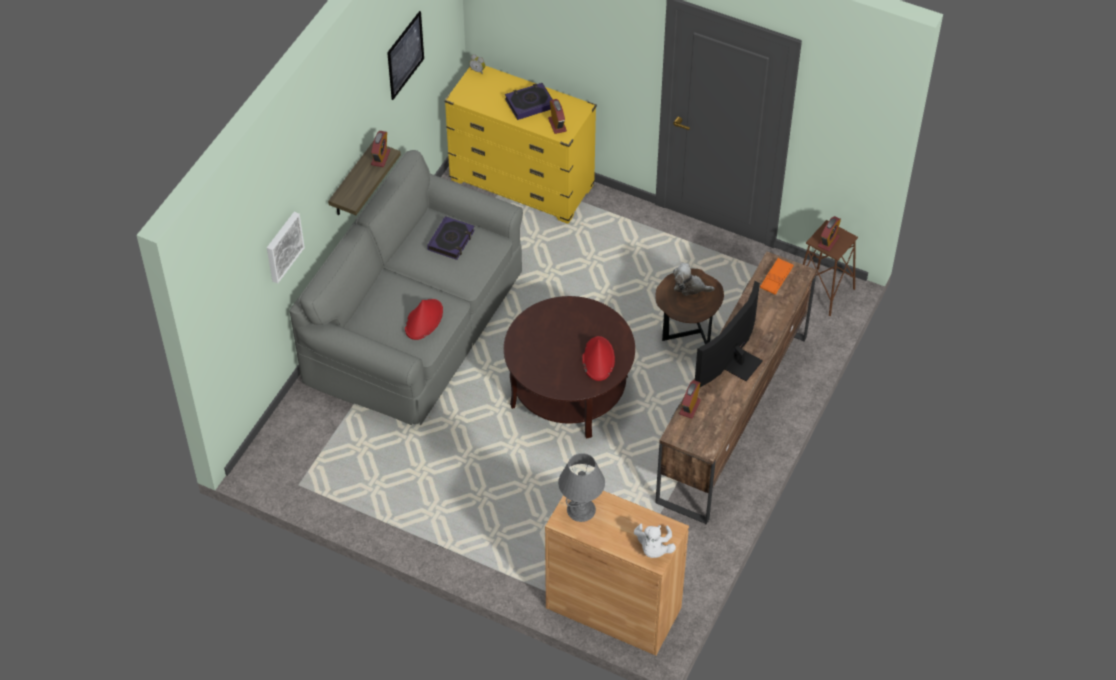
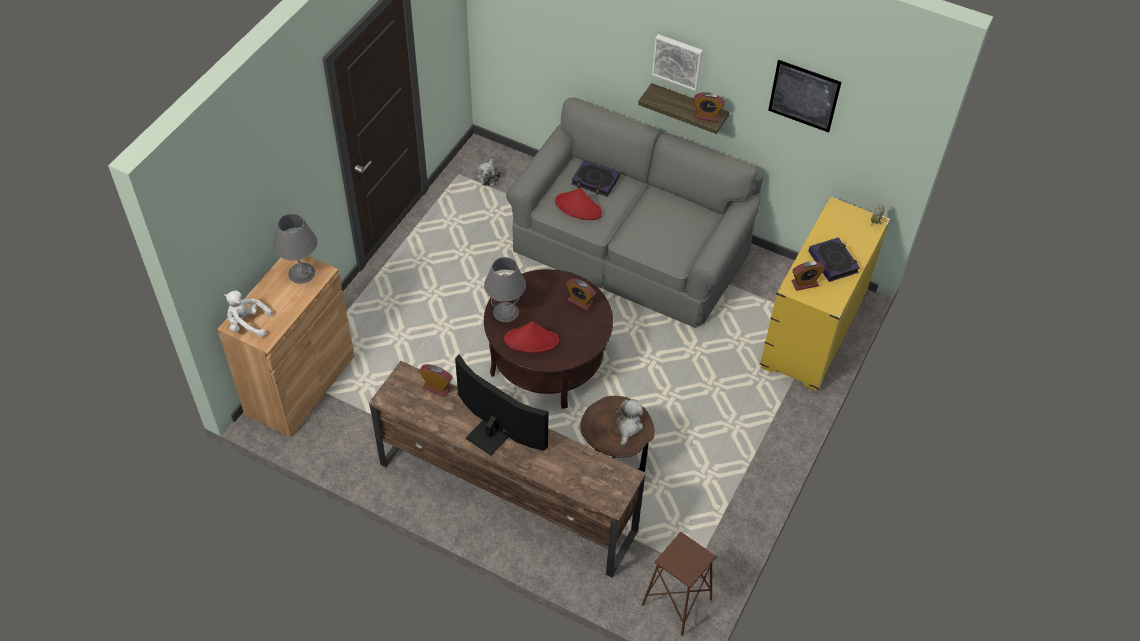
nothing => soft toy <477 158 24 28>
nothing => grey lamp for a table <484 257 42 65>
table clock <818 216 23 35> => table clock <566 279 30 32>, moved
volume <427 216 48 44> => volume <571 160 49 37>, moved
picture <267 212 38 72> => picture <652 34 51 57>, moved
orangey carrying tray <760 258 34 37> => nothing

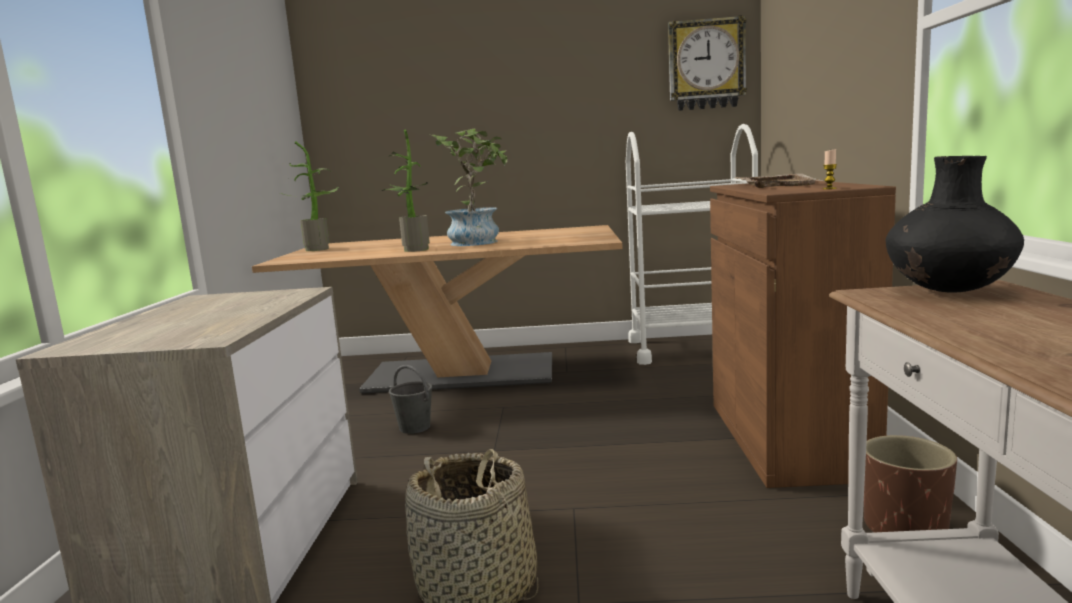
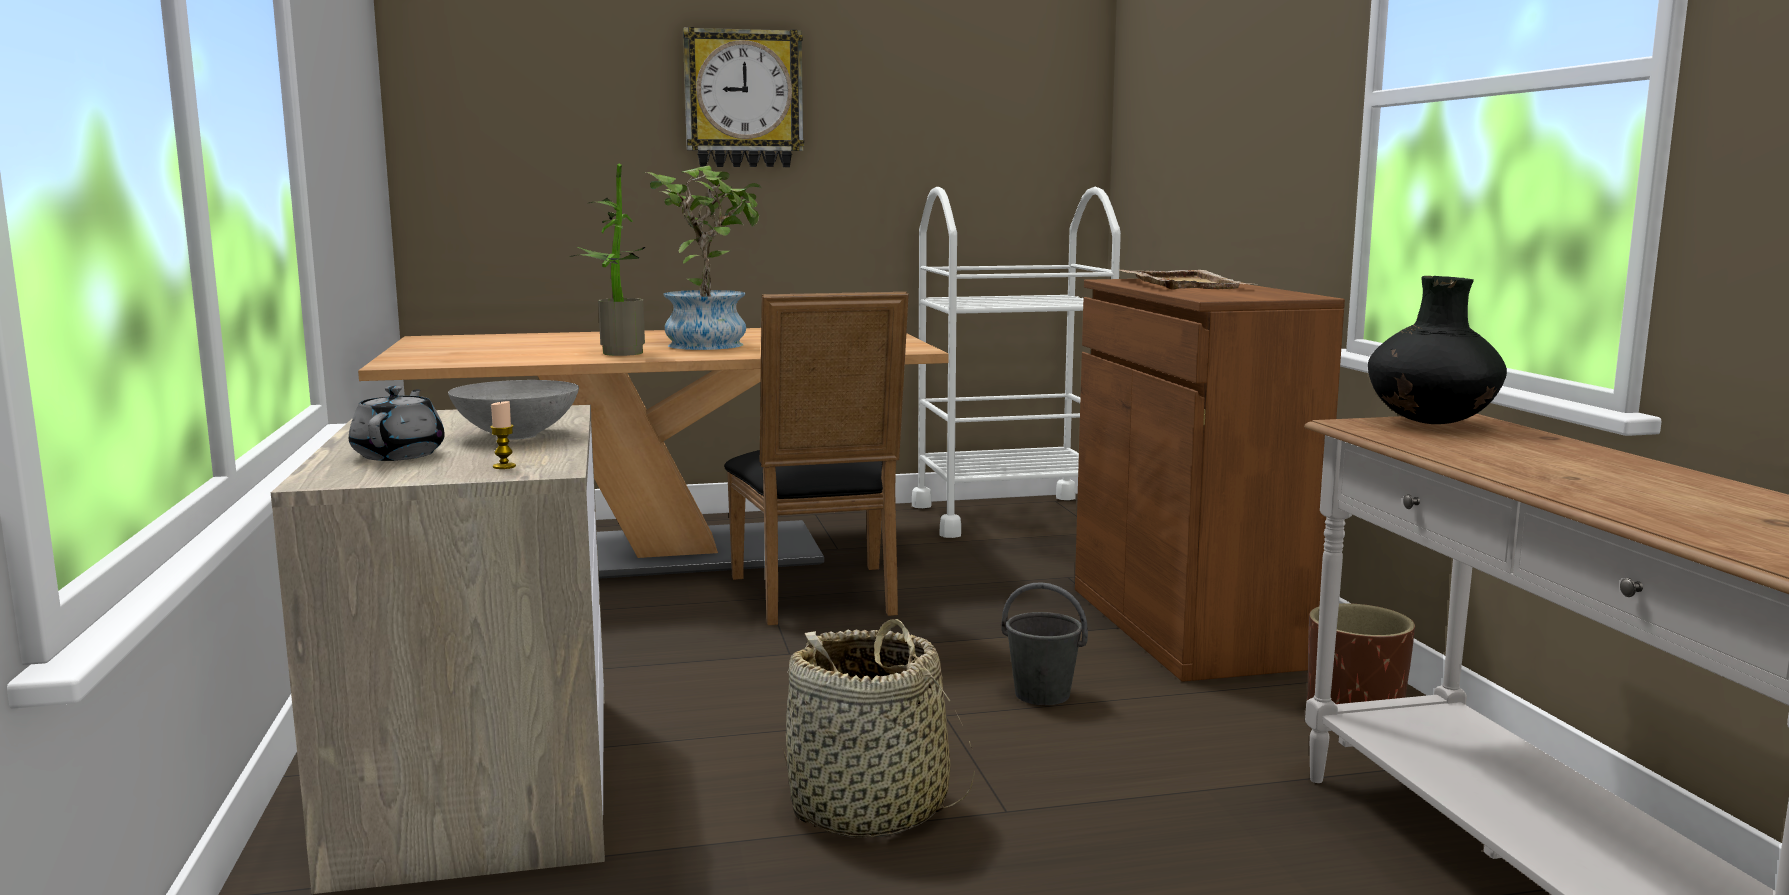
nothing => grey teapot <349 386 96 75>
nothing => grey serving bowl <448 380 131 60>
wax light <823 149 14 40> => wax light <490 401 26 68>, moved
clock on the wall <668 15 79 96> => clock on the wall <683 27 121 140>, moved
nothing => blackish chair <724 292 185 333>
grey pail <389 365 43 69> => grey pail <1002 582 86 123>, moved
plant in a pot <280 142 59 109> => nothing

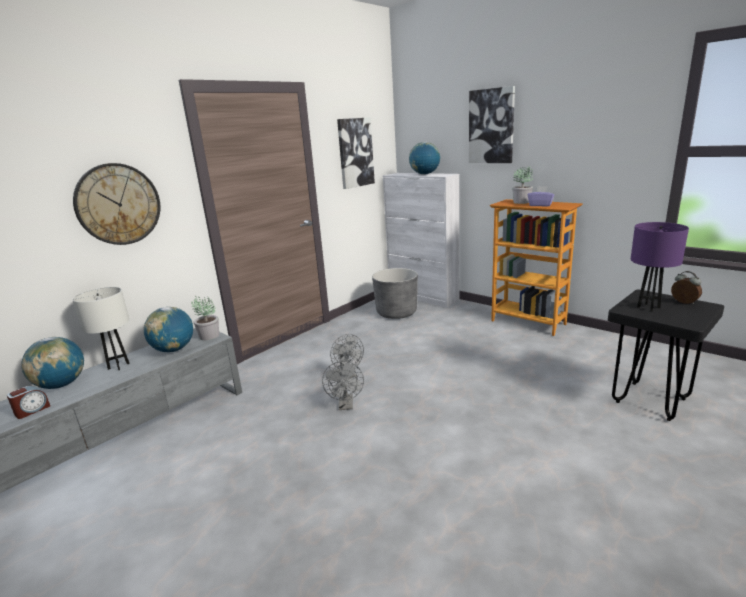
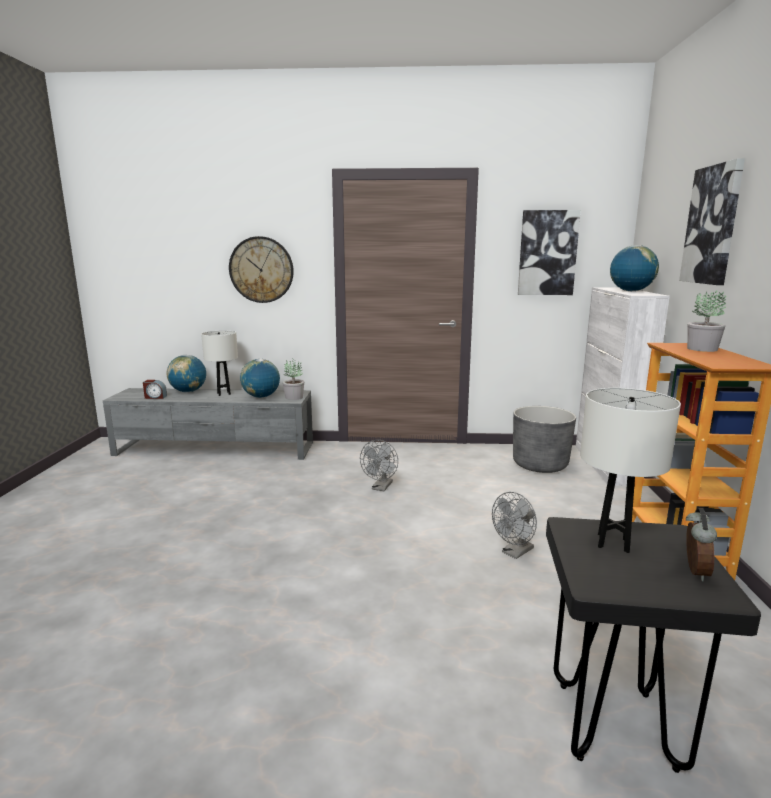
grey cooling fan <322 361 42 49> => grey cooling fan <492 492 45 67>, moved
purple-coloured lamp for a table <631 222 58 90> => white-coloured lamp for a table <580 388 101 165>
purple-coloured tissue box <528 186 27 21> => nothing

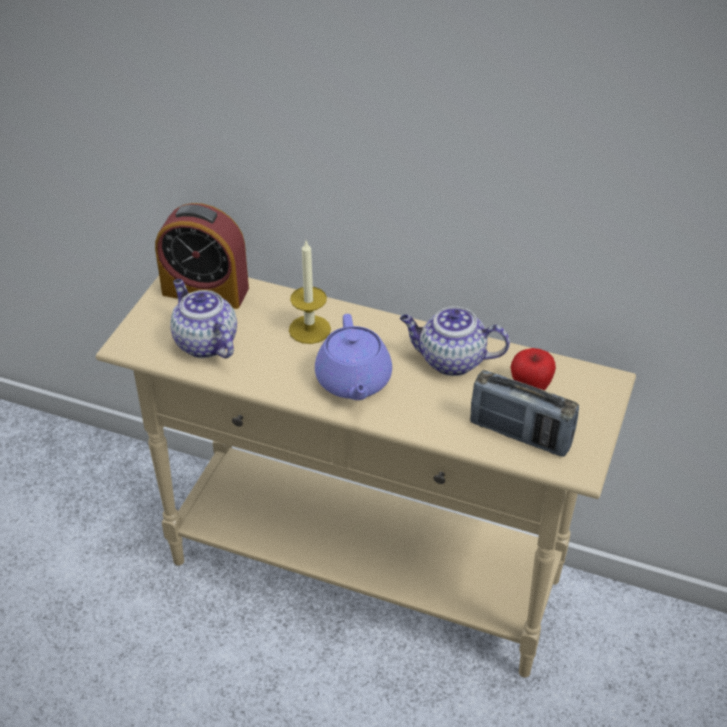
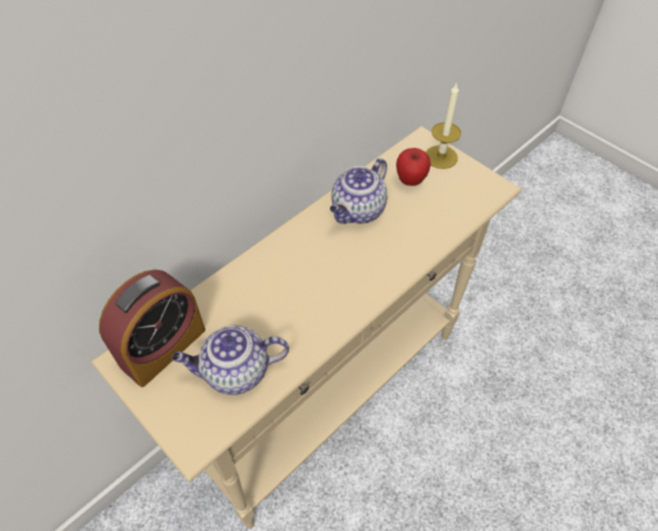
wax light <289 241 42 103> => wax light <426 82 35 87>, moved
purple-coloured teapot <315 314 77 86> => nothing
radio set <470 370 109 87> => nothing

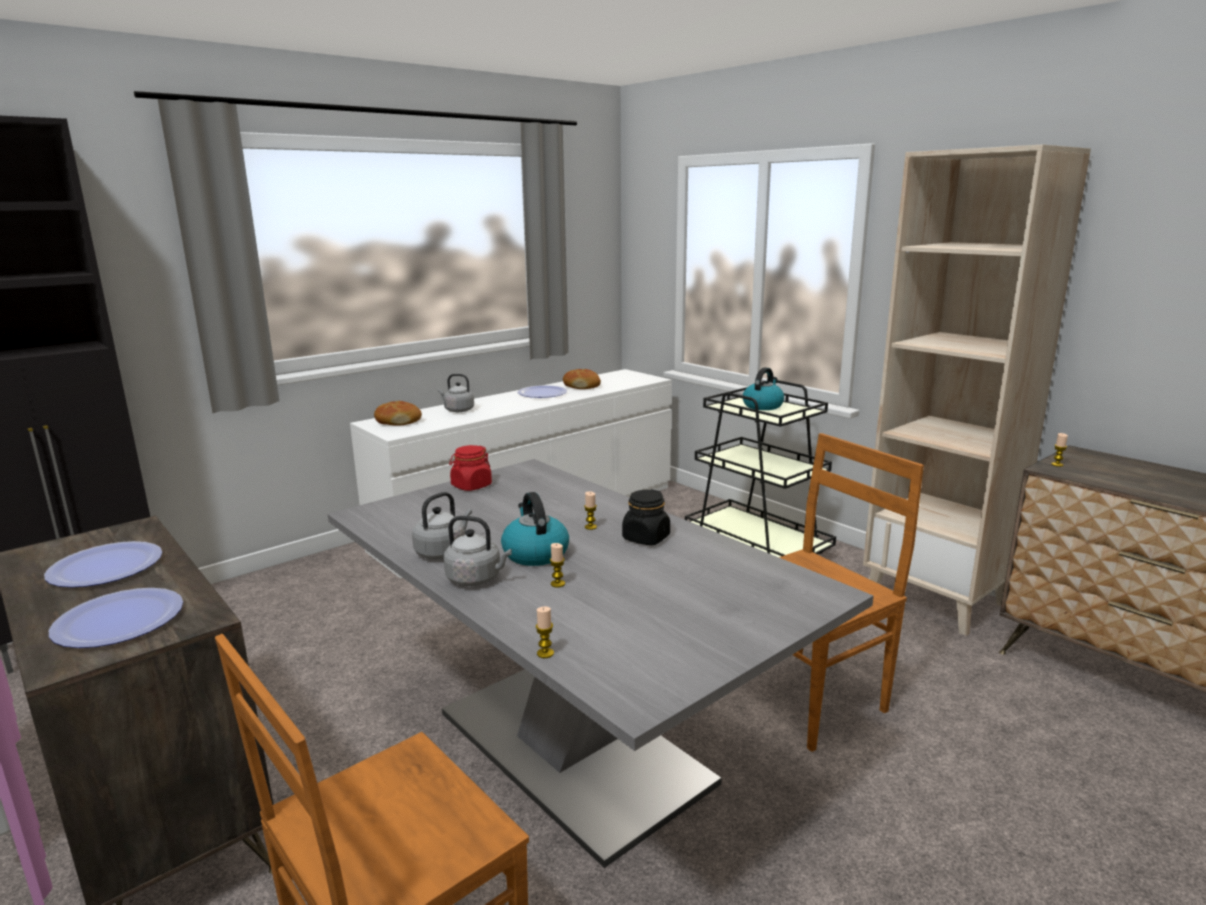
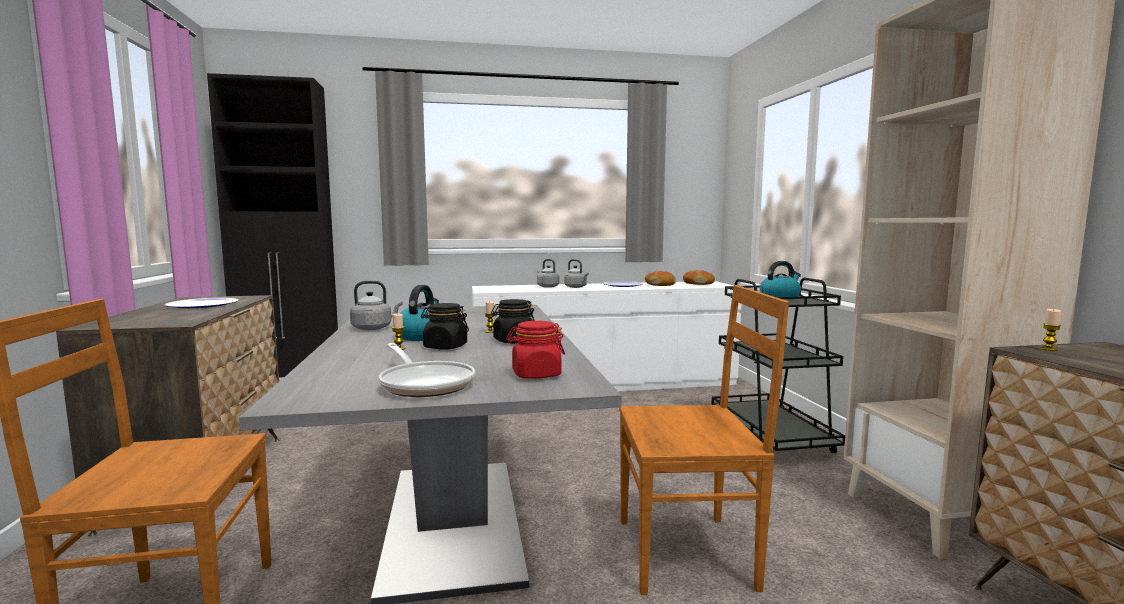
nothing => skillet <379 343 96 54>
nothing => blackish preserve jar <421 303 48 47>
red-coloured preserve jar <449 445 43 46> => red-coloured preserve jar <506 321 59 58>, moved
grey kettle <443 516 69 70> => grey kettle <564 259 25 29>, moved
bread <374 401 48 24> => bread <683 270 32 15>, moved
dinner plate <49 588 134 60> => nothing
wax light <536 607 18 51> => nothing

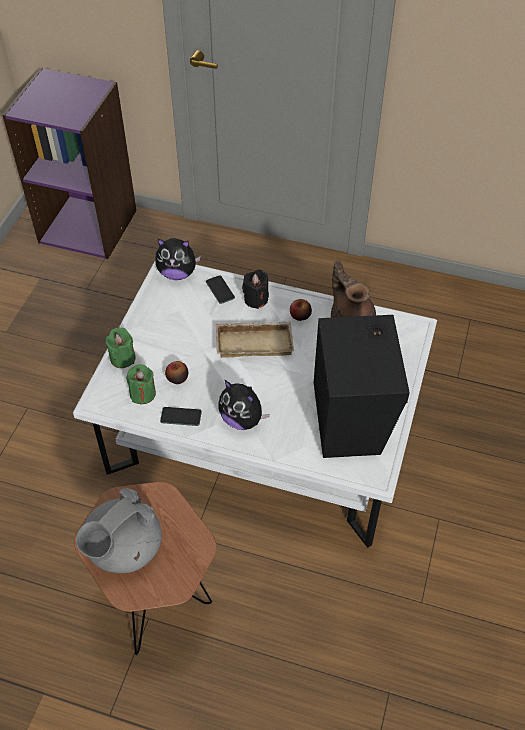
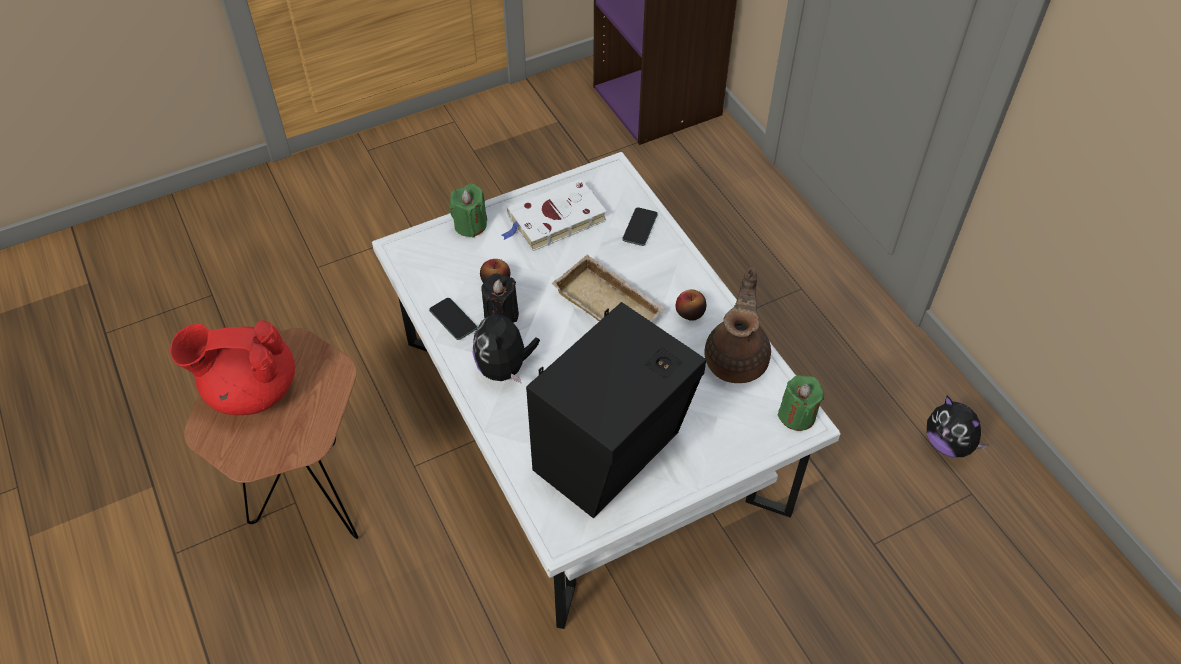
grey teapot <76 488 86 85> => red-coloured teapot <170 320 125 95>
blackish wax light <242 269 27 40> => blackish wax light <482 274 37 49>, moved
nothing => white-coloured volume <501 179 106 72>
greenish wax light <126 364 30 40> => greenish wax light <778 375 46 56>, moved
soft toy <155 238 46 42> => soft toy <927 396 61 61>, moved

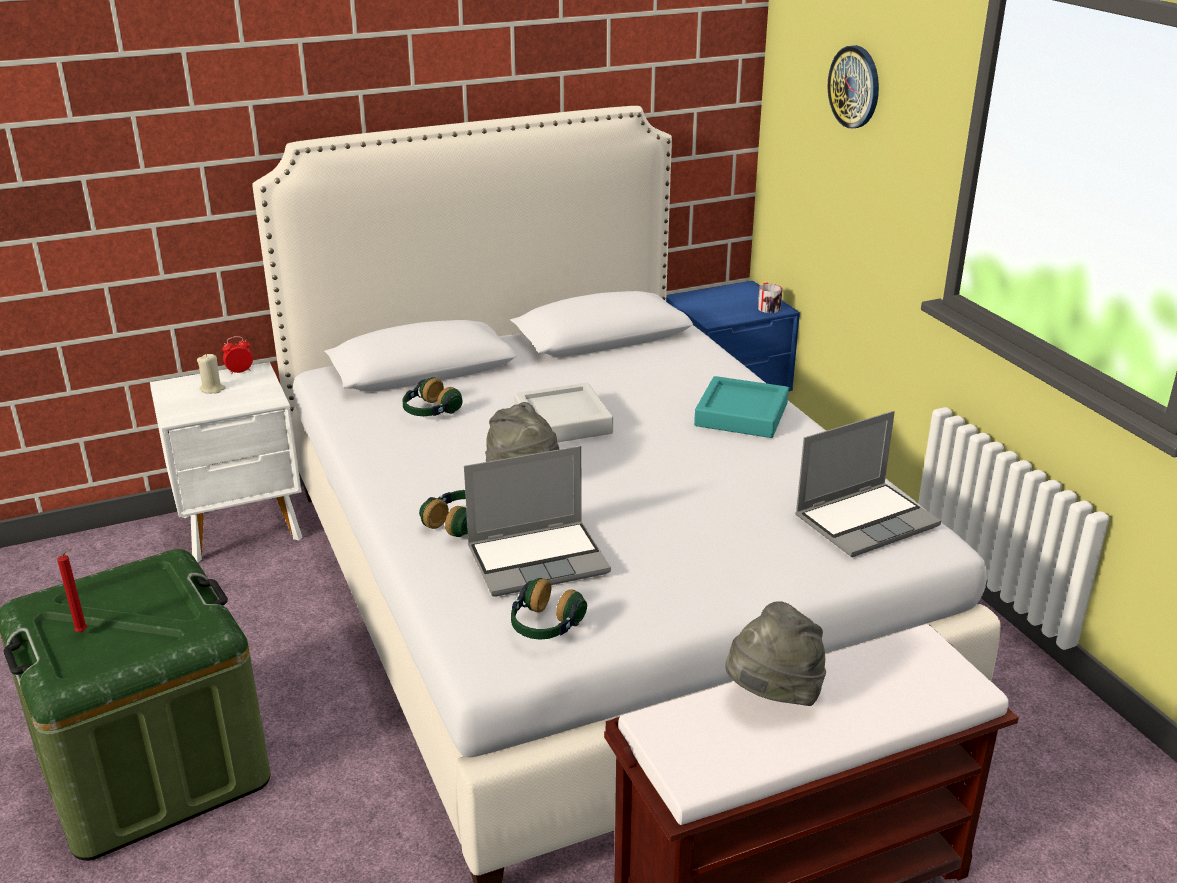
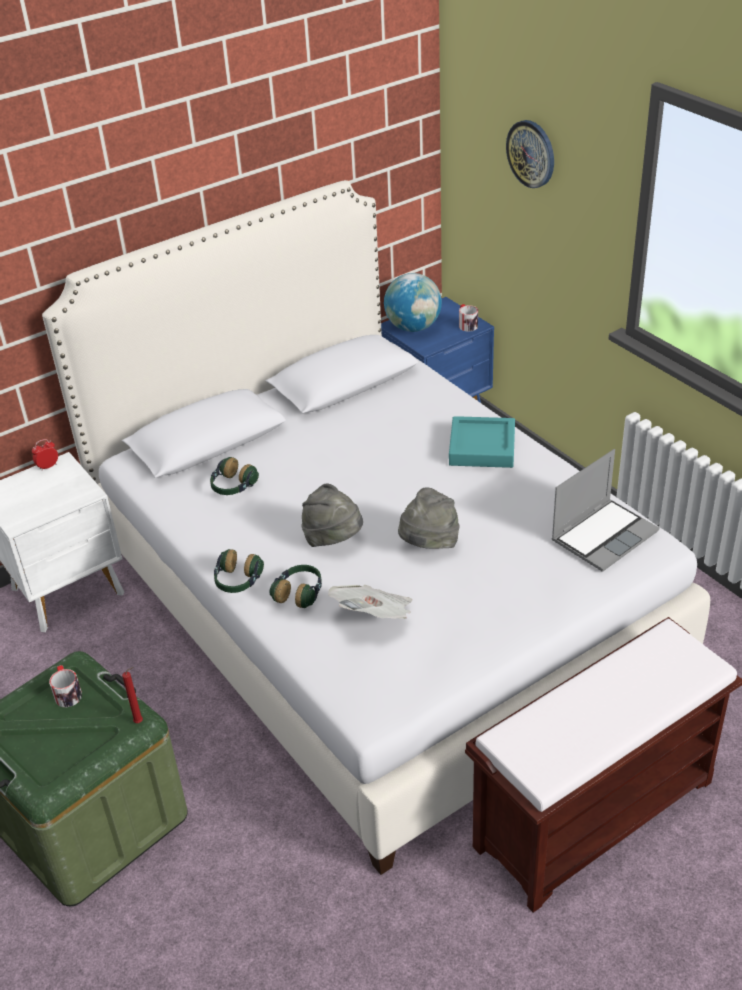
nothing => coffee mug <49 665 33 42>
red-coloured wax light <57 549 30 83> => red-coloured wax light <122 667 21 56>, moved
pair of headphones <511 578 76 62> => pair of headphones <214 549 50 44>, moved
laptop <464 446 147 151> => newspaper <328 585 84 34>
nothing => desk globe <384 273 58 59>
grey clothing hat <725 601 101 105> => grey clothing hat <398 487 62 62>, moved
beige wax light <197 354 29 40> => nothing
grey carrying tray <514 383 99 60> => nothing

